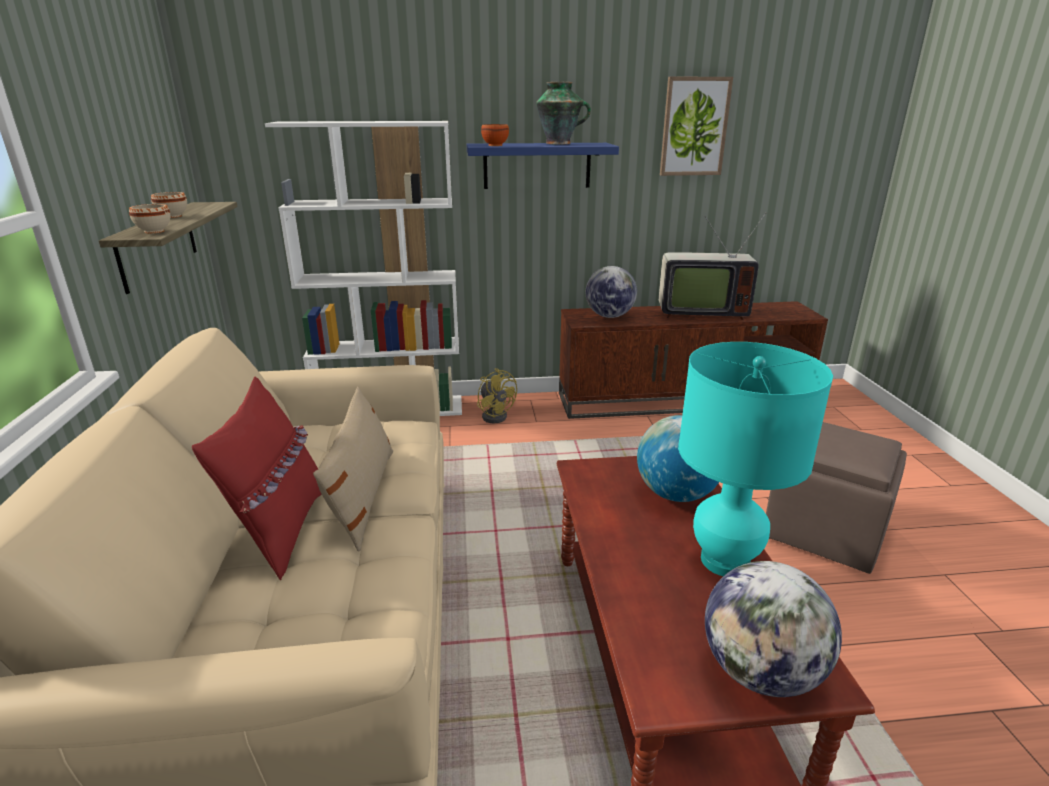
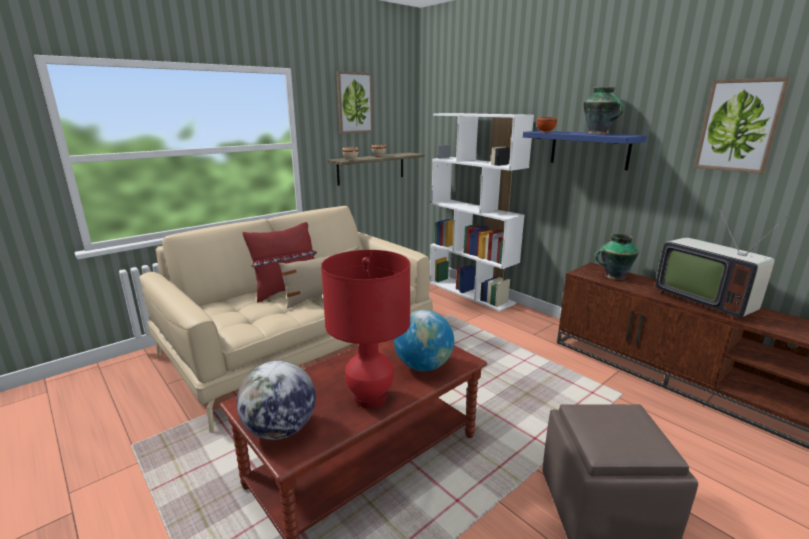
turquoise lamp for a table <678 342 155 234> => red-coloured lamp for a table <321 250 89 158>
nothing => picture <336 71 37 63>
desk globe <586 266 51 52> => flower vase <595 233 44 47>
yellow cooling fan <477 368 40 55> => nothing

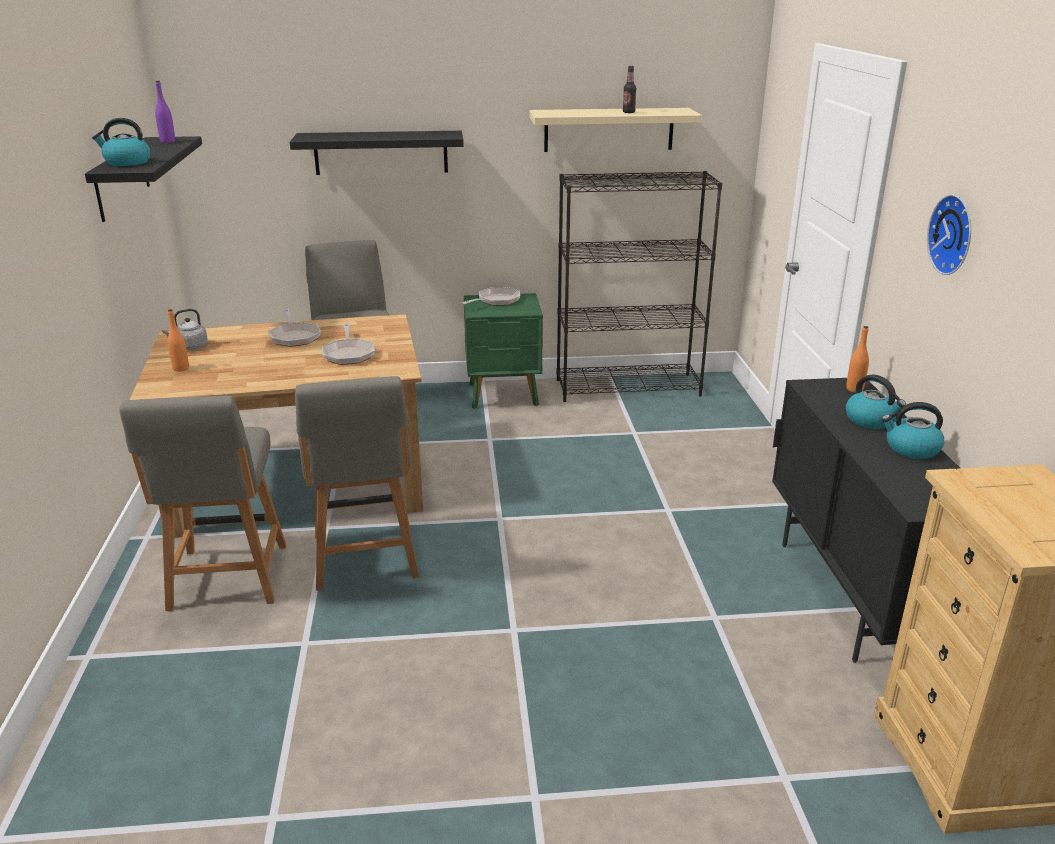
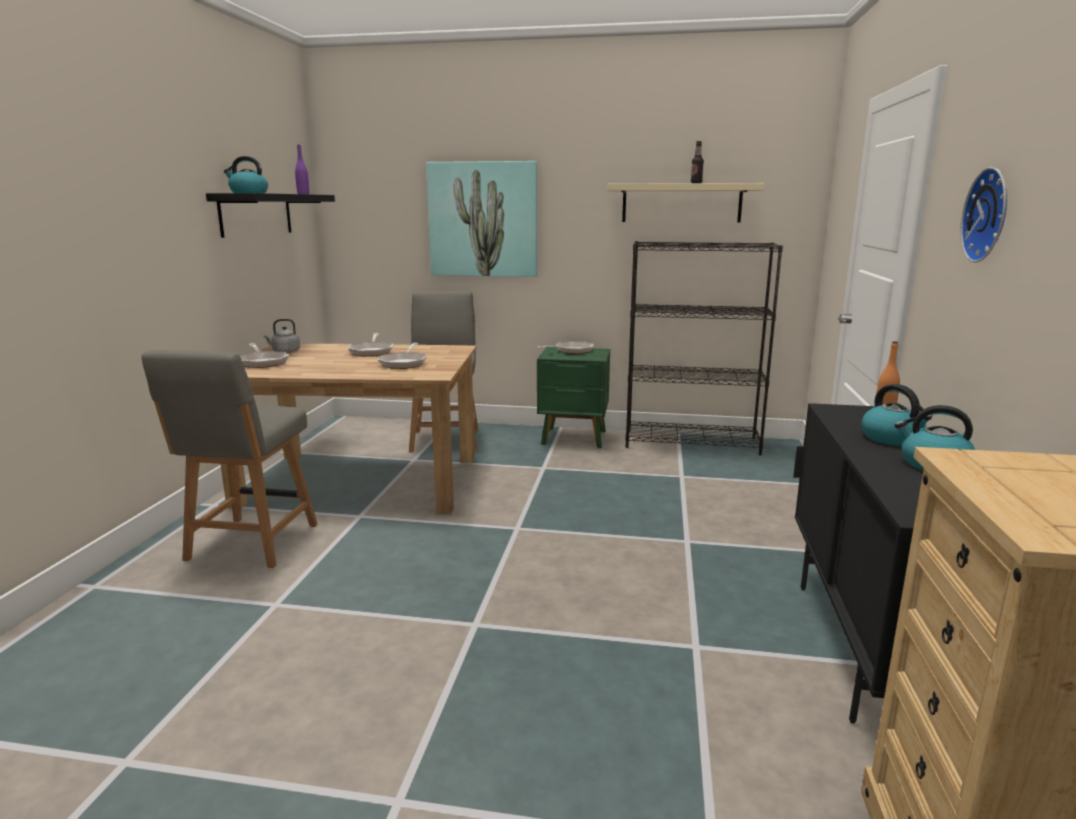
orangey beverage bottle <168 309 21 63> => skillet <240 343 49 25>
blackish wall shelf <290 131 174 44> => picture <426 161 111 116>
grey chair <295 376 124 215> => nothing

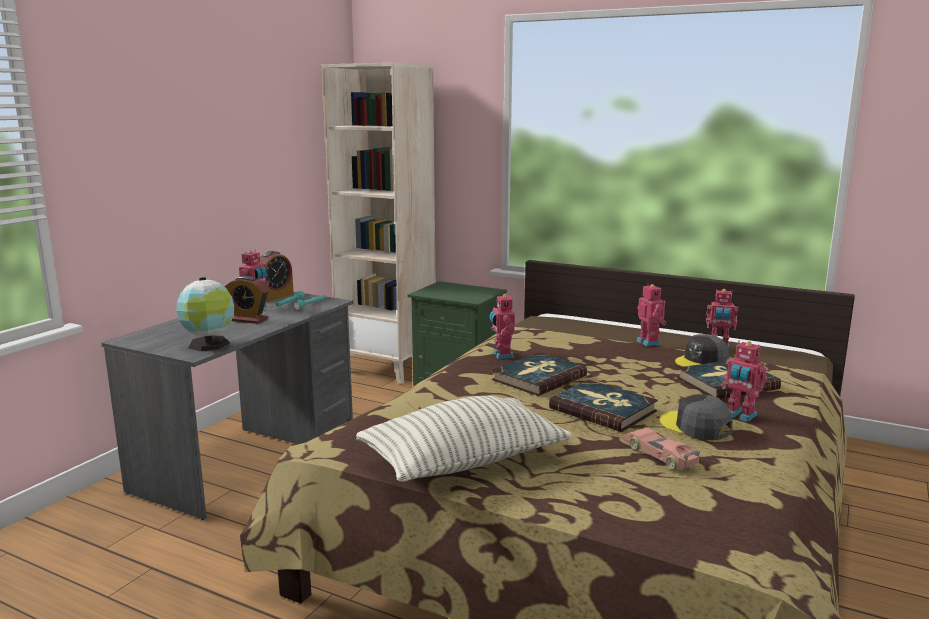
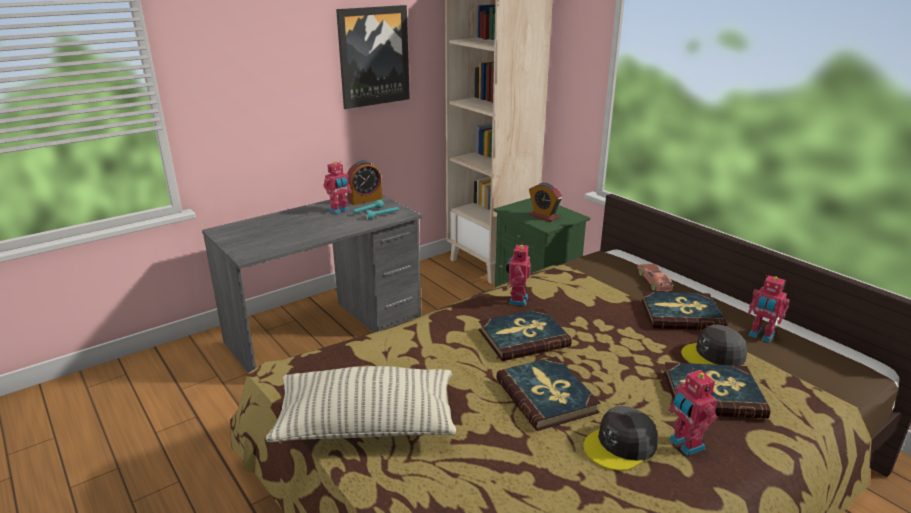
nothing => picture <336 5 74 104>
table clock <224 276 44 48> => table clock <529 183 33 39>, moved
grey baseball cap <660 394 73 46> => grey baseball cap <583 406 75 65>, 105 degrees counterclockwise
model car <623 428 77 42> => model car <637 264 36 28>, moved
robot figure <637 283 29 63> => volume <641 291 86 39>
desk globe <176 277 58 74> => nothing

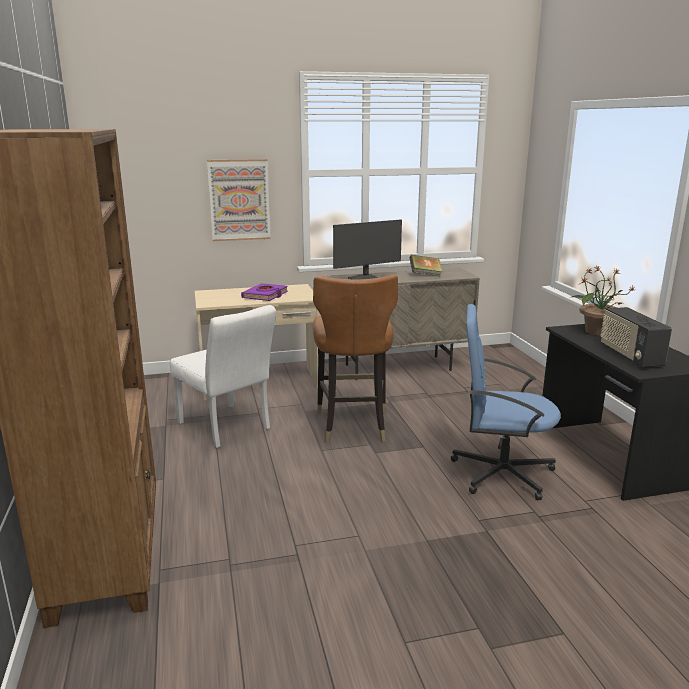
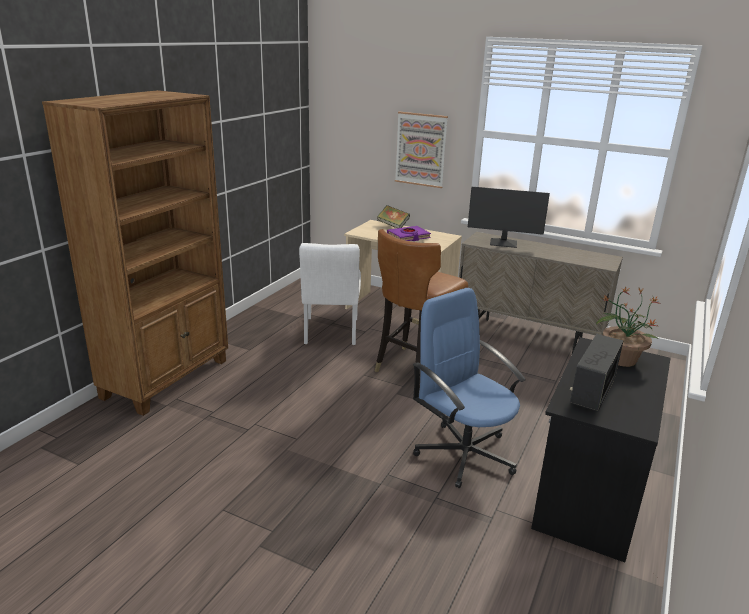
volume <409 255 34 22> => volume <377 205 33 23>, moved

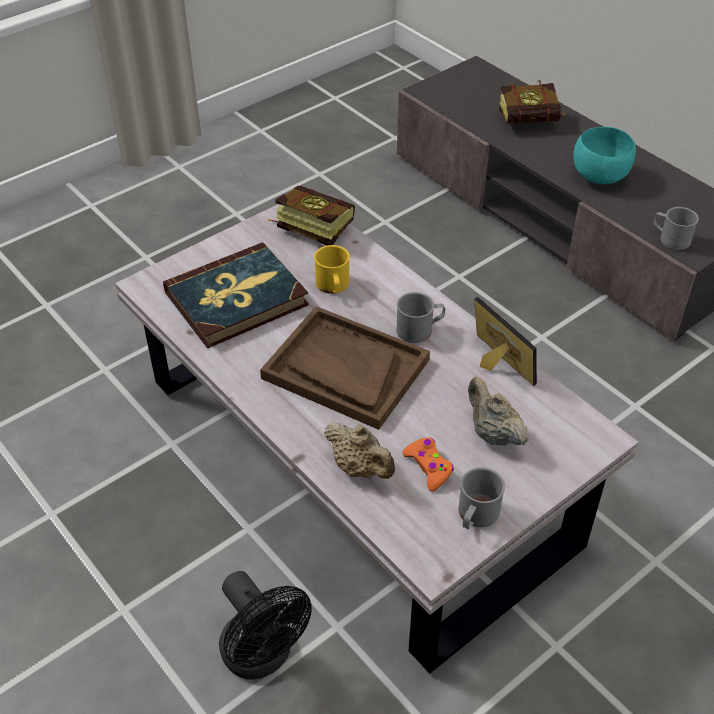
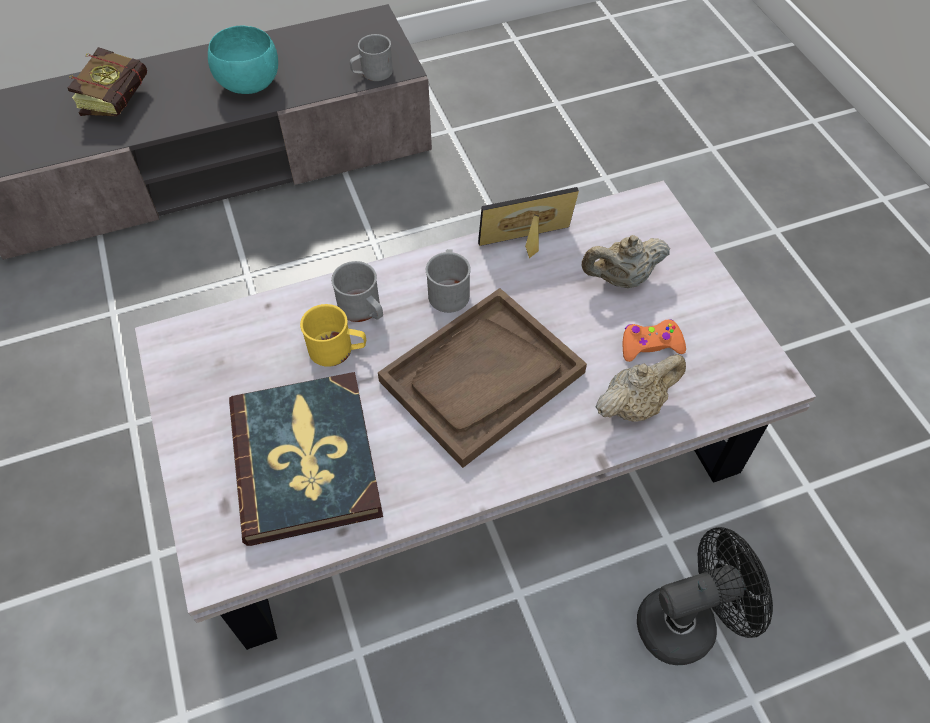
grey coffee mug <459 467 46 62> => grey coffee mug <331 261 52 61>, moved
volume <269 186 86 59> => nothing

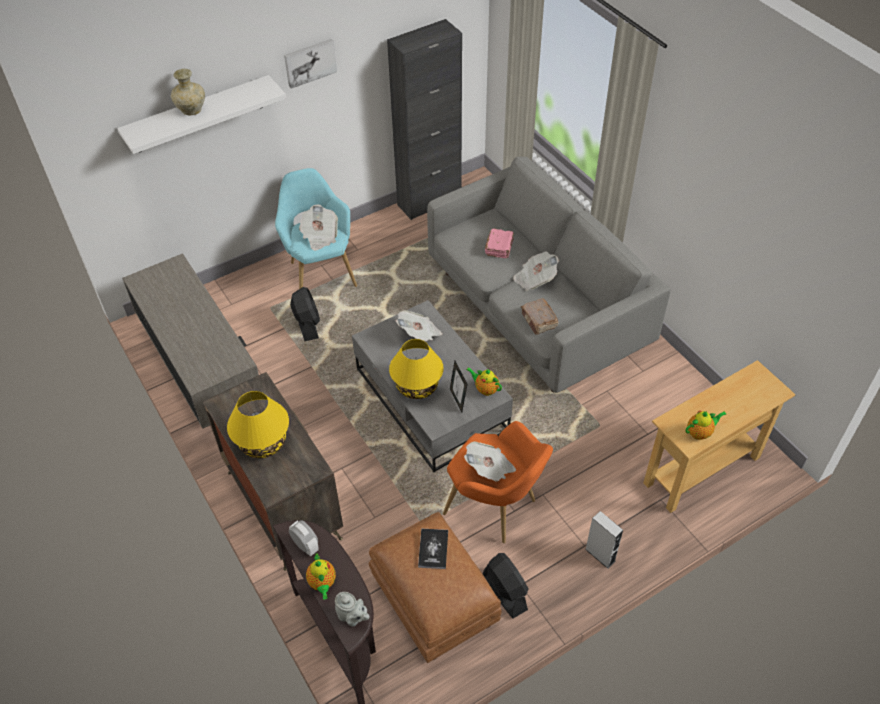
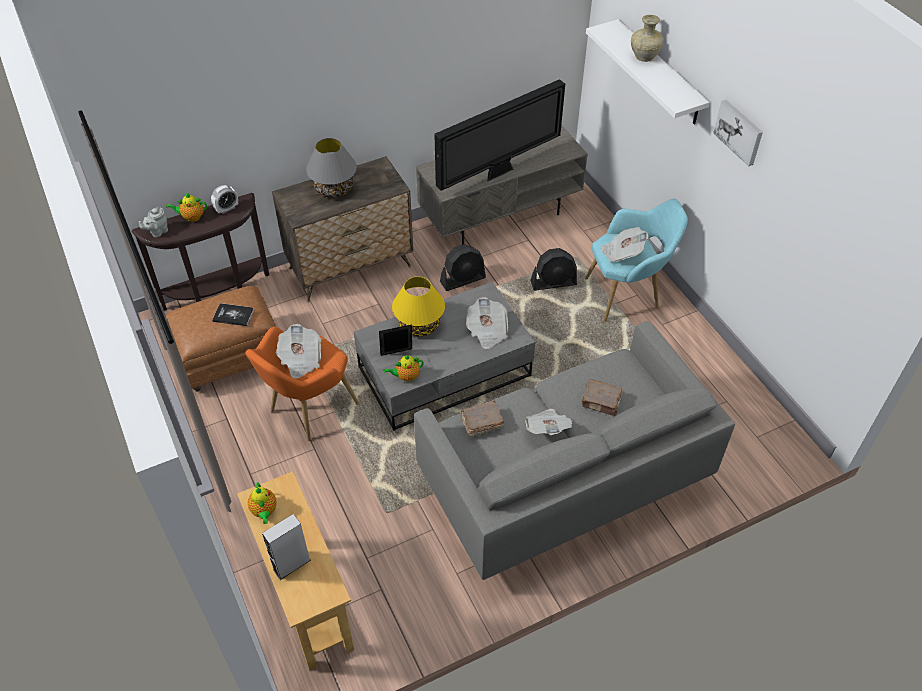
grey speaker <585 511 38 58> => grey speaker <262 514 49 66>, moved
yellow lamp for a table <227 391 62 67> => grey lamp for a table <306 138 51 60>
teapot <466 367 36 29> => teapot <383 355 41 27>, 150 degrees counterclockwise
nothing => television <434 79 131 112>
blackish cooling fan <483 553 46 66> => blackish cooling fan <440 244 46 47>, moved
pinkish volume <485 228 29 30> => brown volume <581 379 42 37>
blackish storage cabinet <387 19 75 201> => nothing

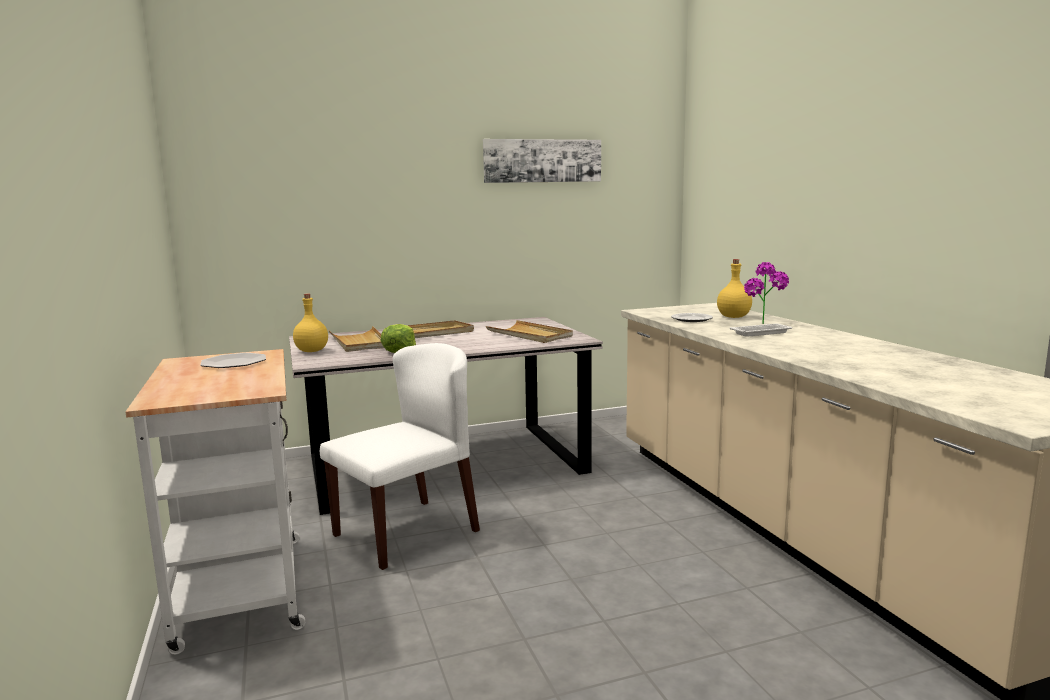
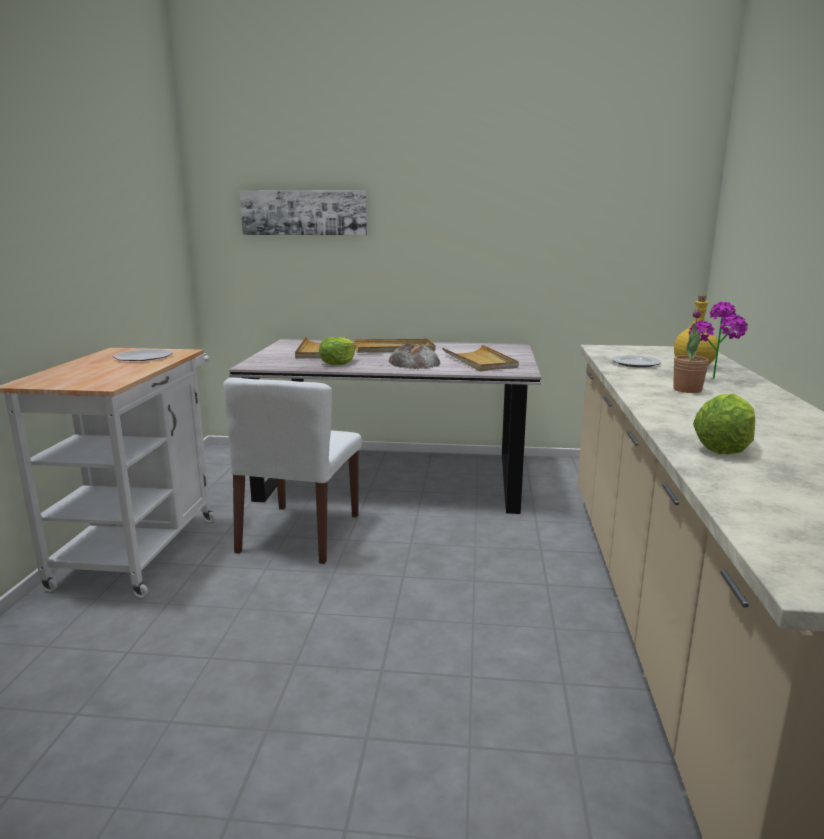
white-coloured chair <320 343 160 227> => white-coloured chair <223 378 139 186>, 120 degrees clockwise
picture <483 139 118 44> => picture <239 190 128 45>, moved
nothing => bread <389 344 52 25>
white-coloured carrying tray <730 324 62 13> => plant in a pot <673 308 36 85>
nothing => head of lettuce <693 394 62 60>
yellow beverage bottle <293 293 35 59> => nothing

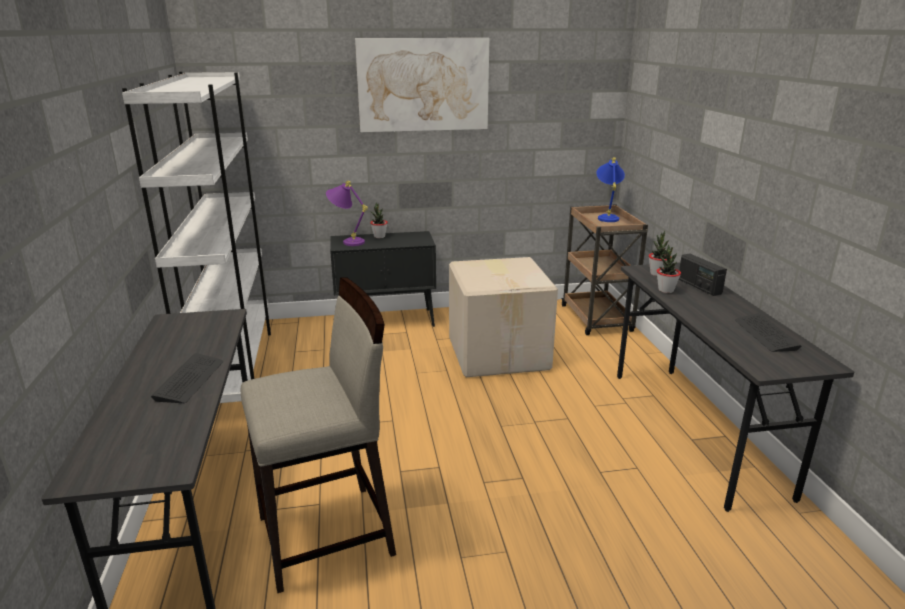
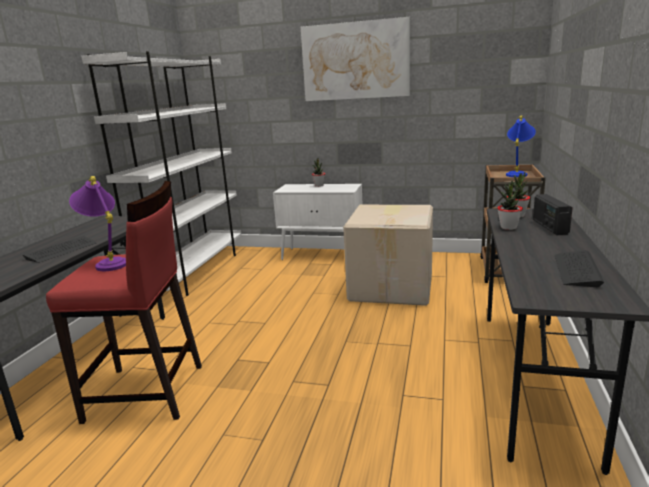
beige stool seat <240 277 156 316> => red-coloured stool seat <46 181 156 243>
purple-coloured lamp for a table <326 181 42 65> => purple-coloured lamp for a table <69 176 57 95>, moved
blackish storage cabinet <330 231 106 96> => white-coloured storage cabinet <273 184 89 76>

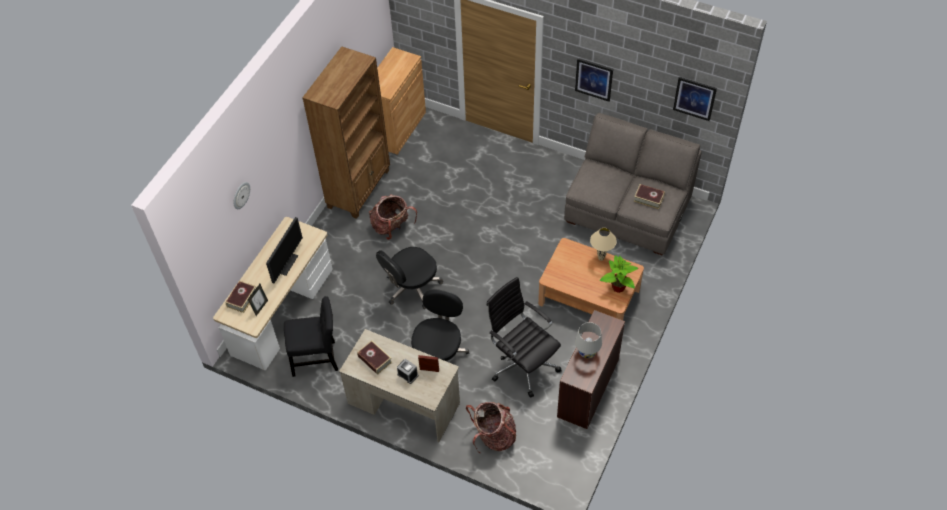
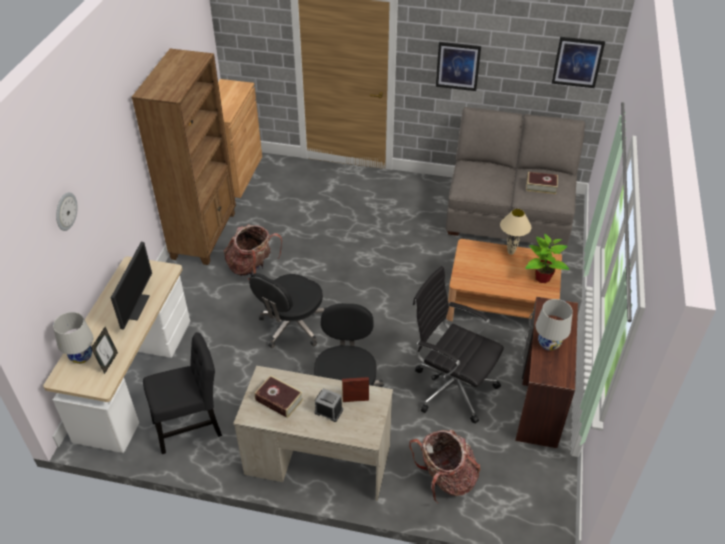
volume <225 281 31 32> => white-coloured lamp for a table <53 312 41 52>

